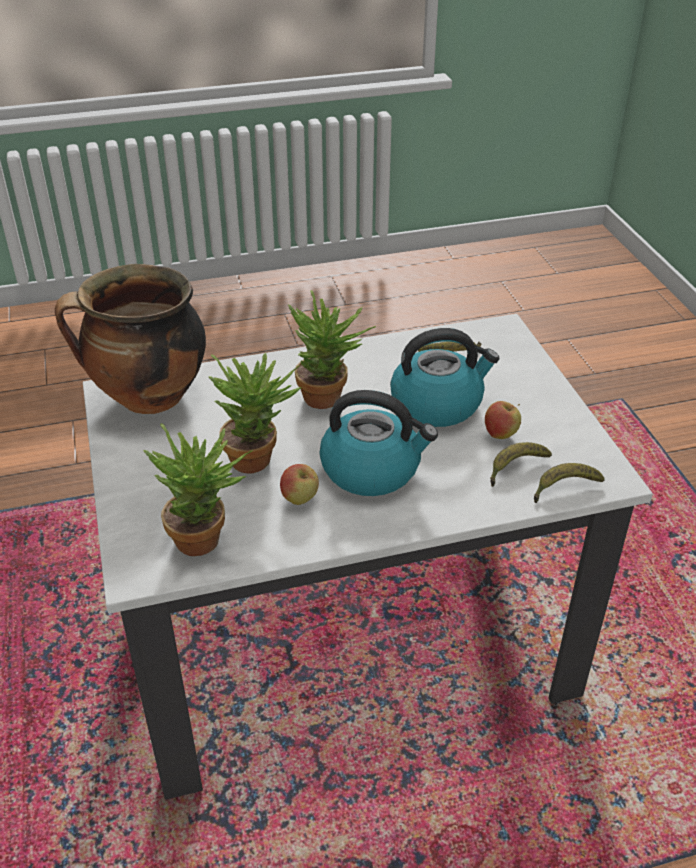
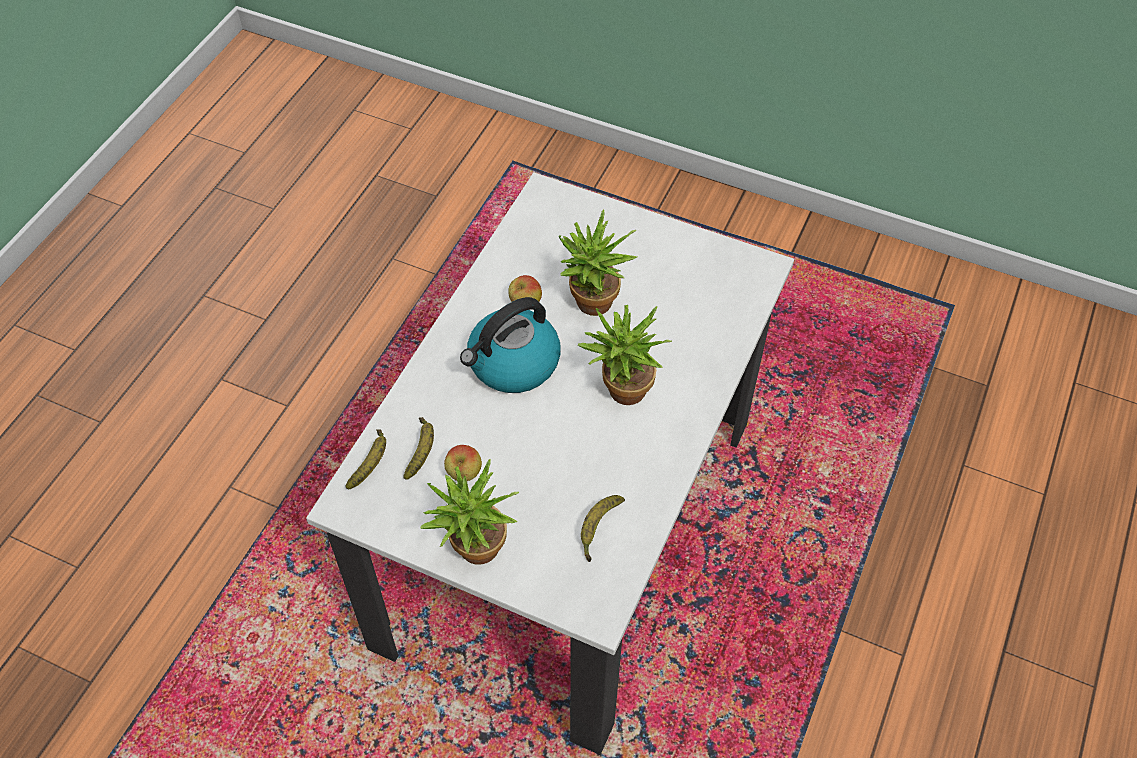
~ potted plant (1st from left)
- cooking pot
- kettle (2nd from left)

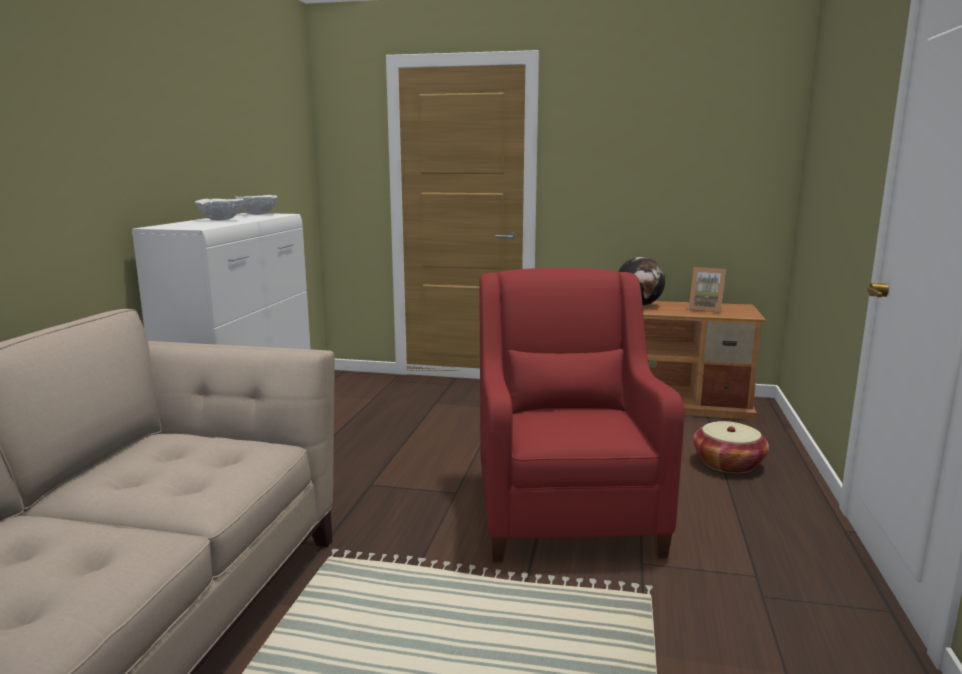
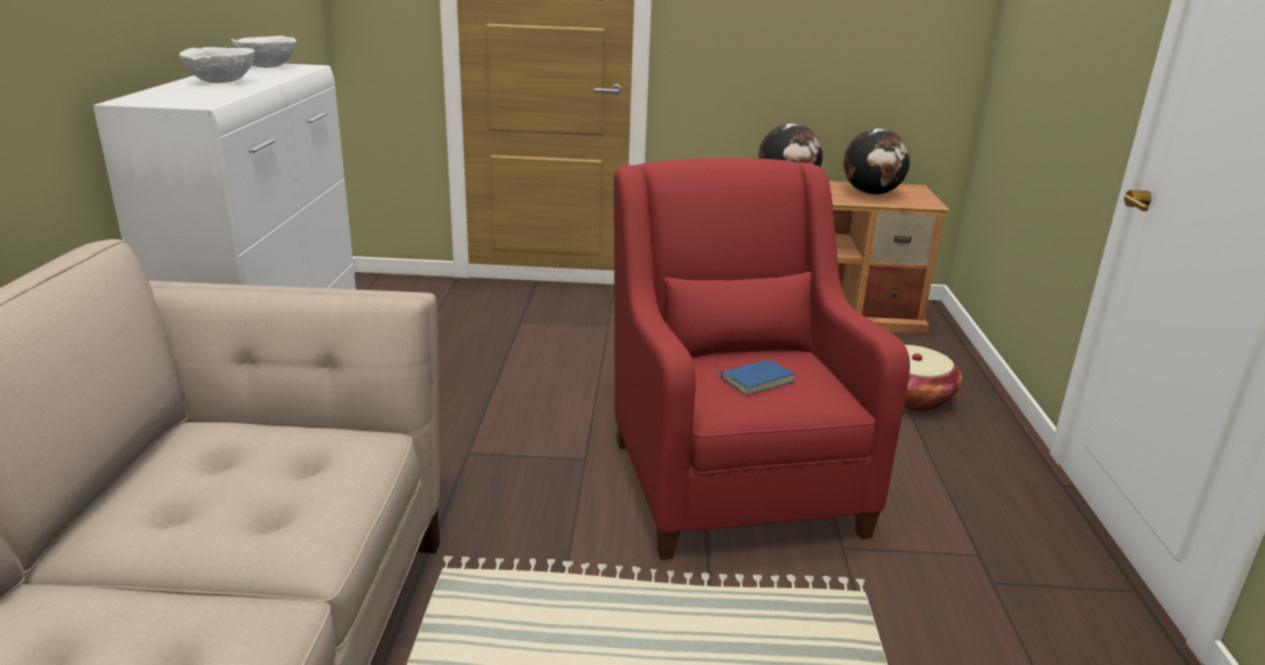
+ blue book
~ picture frame to globe (2nd from left)

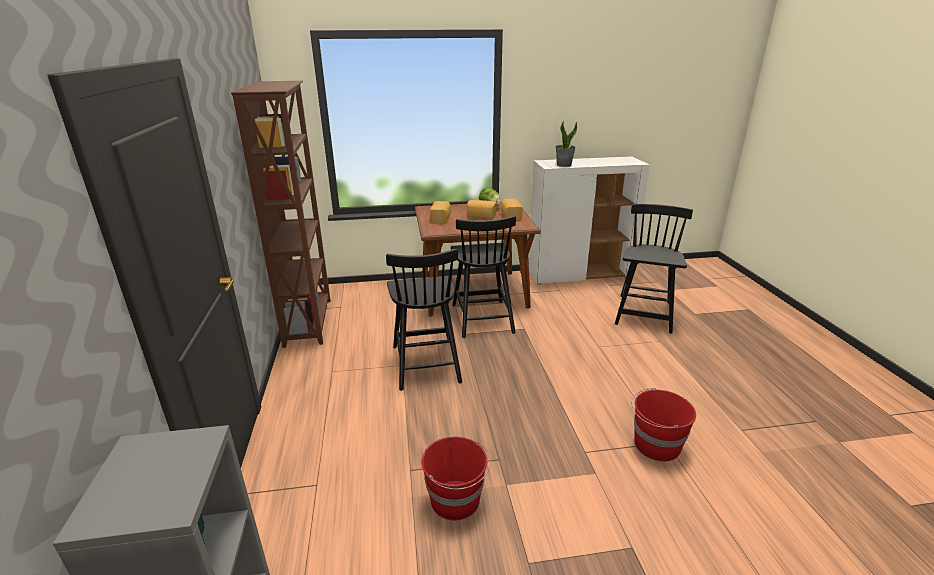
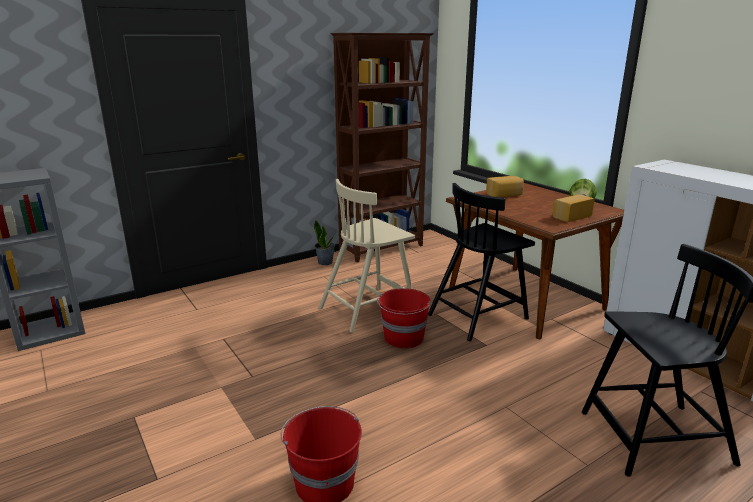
~ potted plant
~ black chair (1st from left) to beige chair
~ red bucket (1st from left in the first image) to red bucket (2nd from left)
- bread (2nd from left)

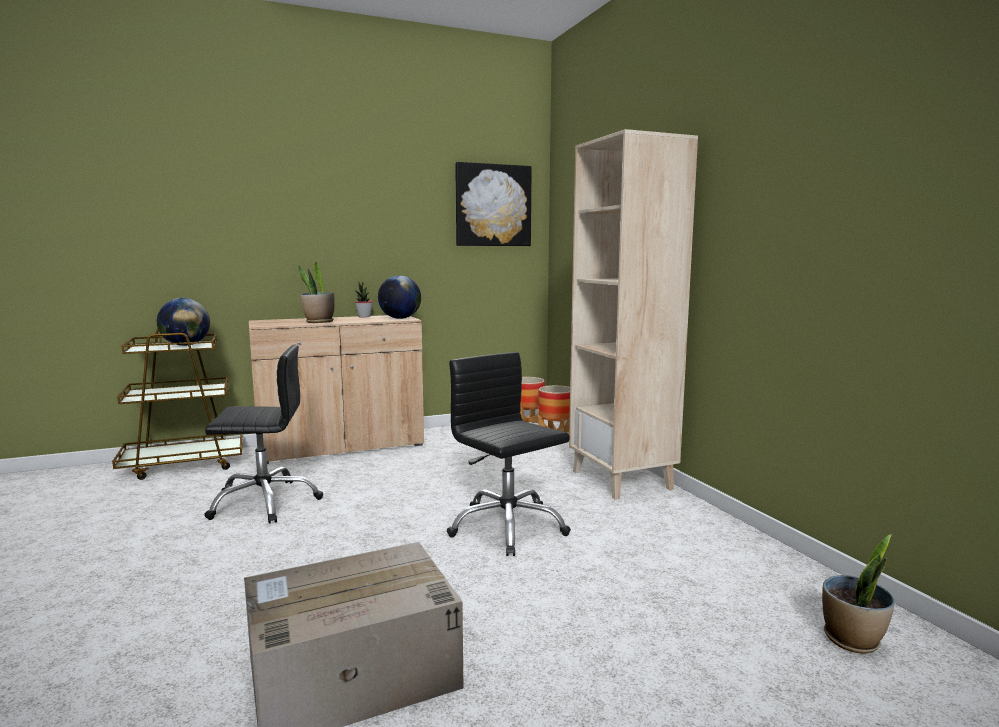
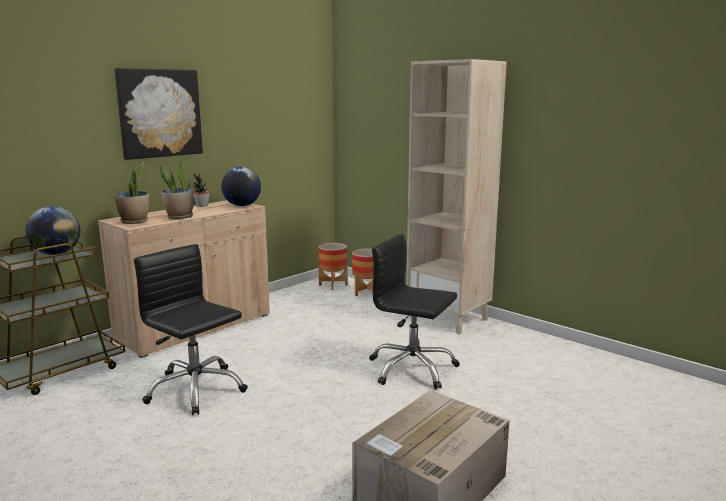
~ potted plant (3rd from left in the first image) to potted plant (1st from left)
~ picture
~ black office chair (1st from left) 105 degrees counterclockwise

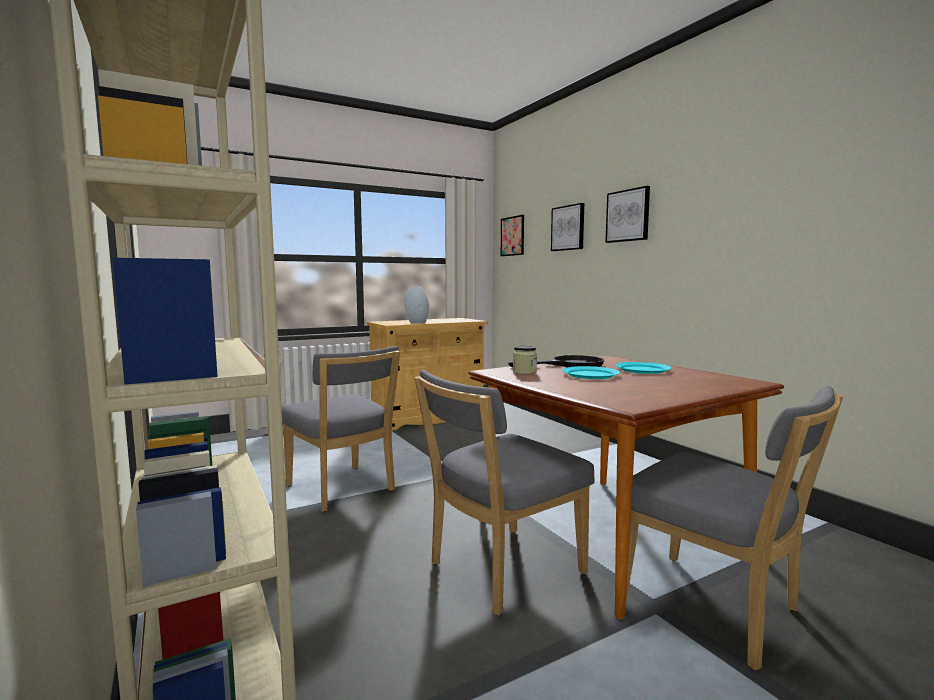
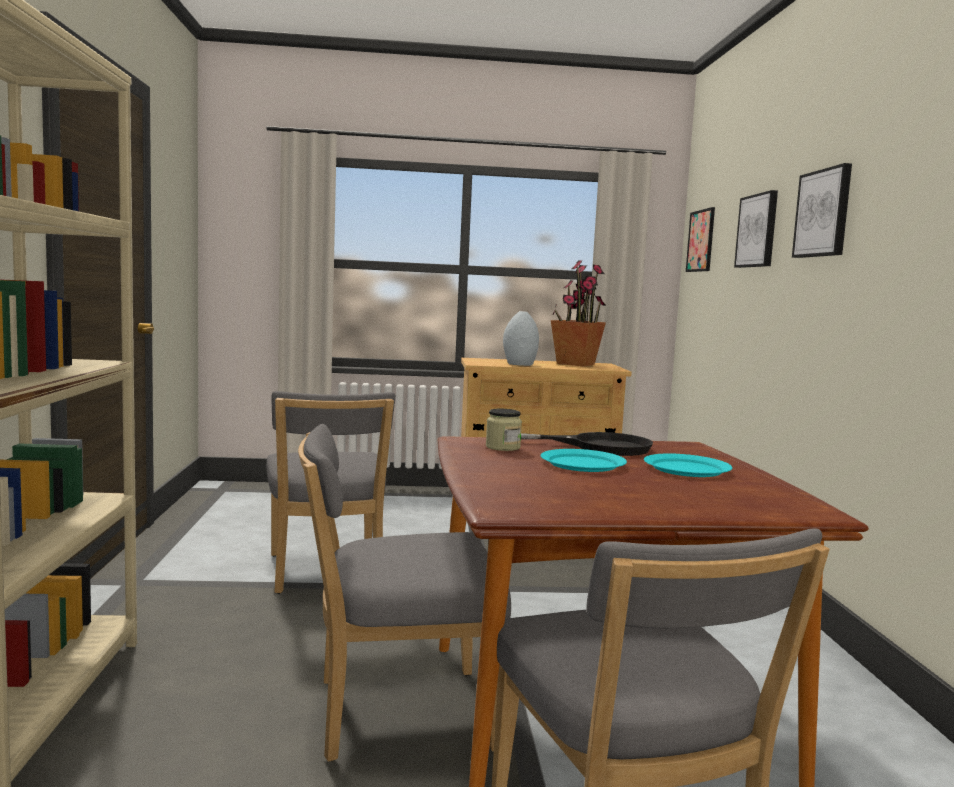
+ potted plant

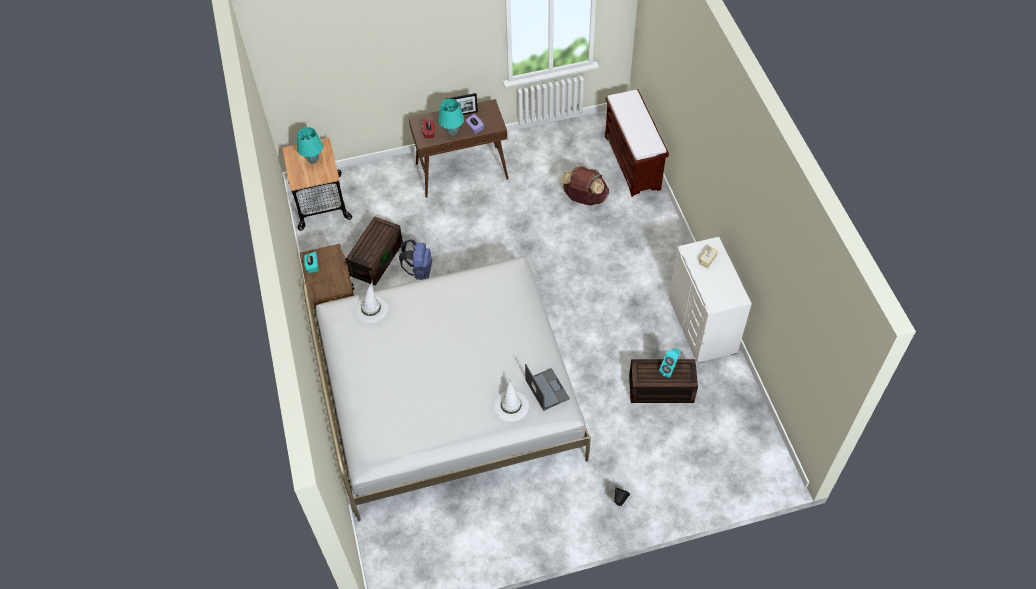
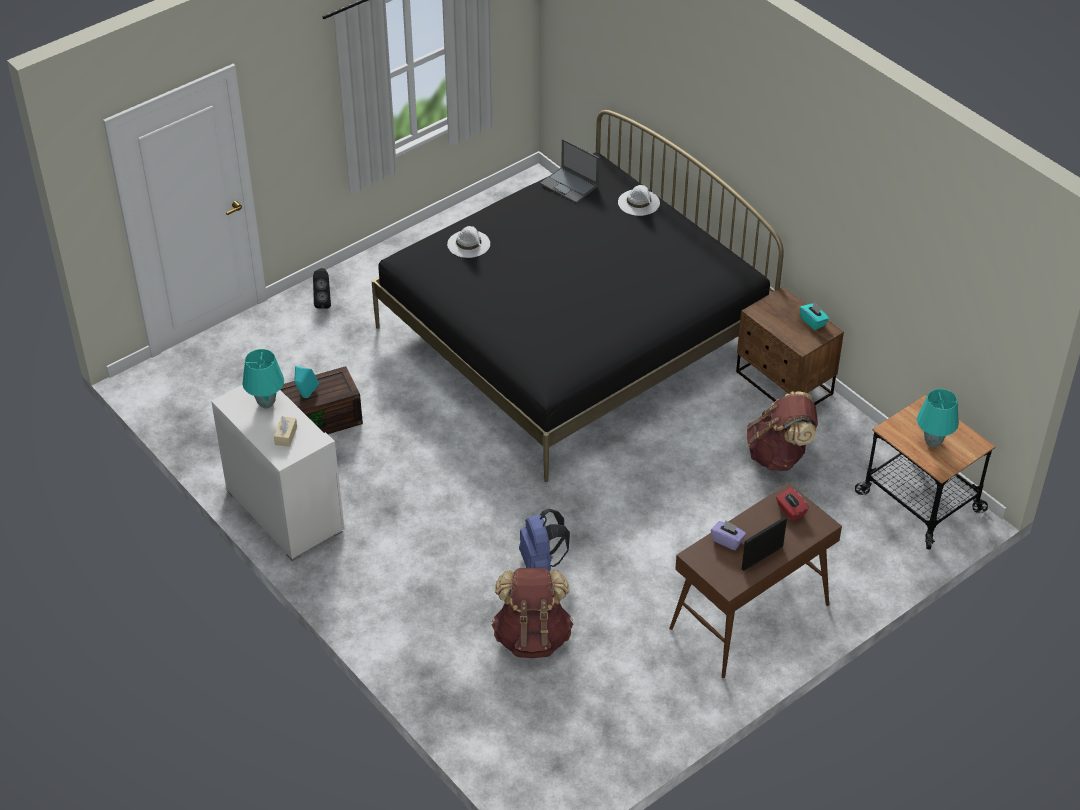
~ turquoise table lamp (2nd from left in the first image) to turquoise table lamp (1st from left)
~ white bed to black bed
~ blue backpack
~ laptop
~ white hat (1st from left in the first image) to white hat (2nd from left)
~ brown storage box (1st from left) to brown backpack (2nd from left)
- brown bench

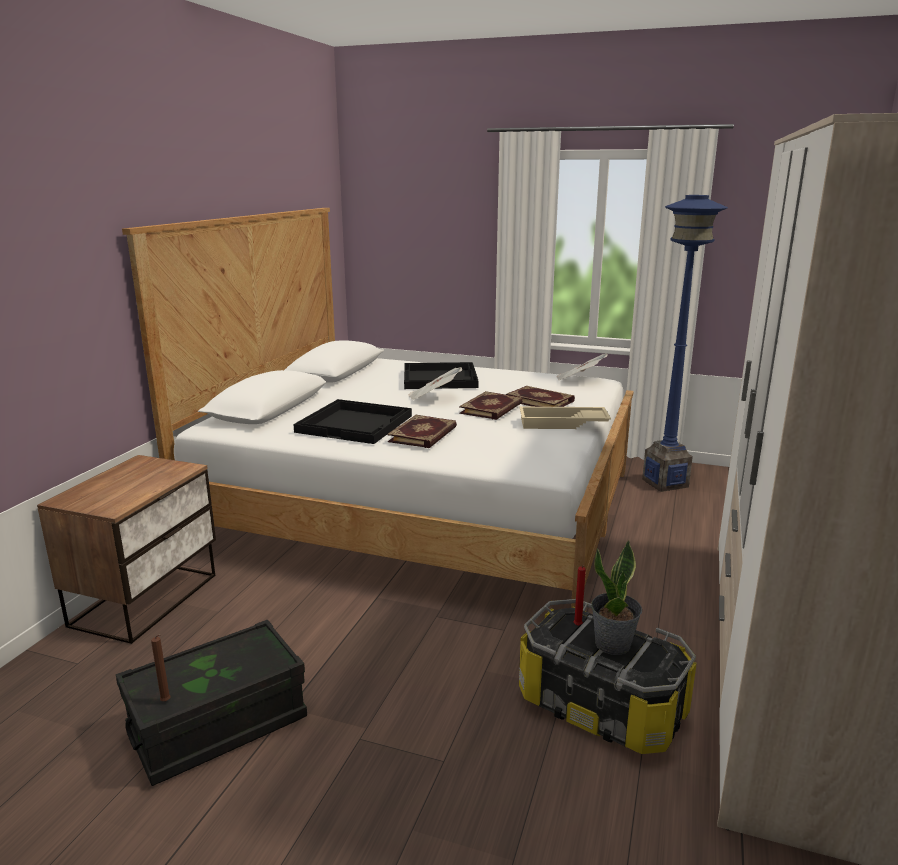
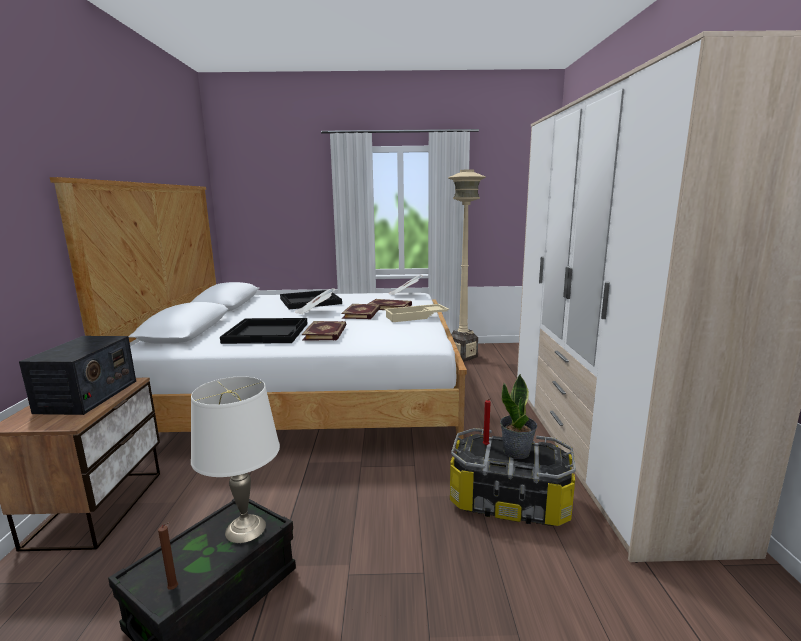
+ radio
+ white table lamp
~ blue floor lamp to beige floor lamp

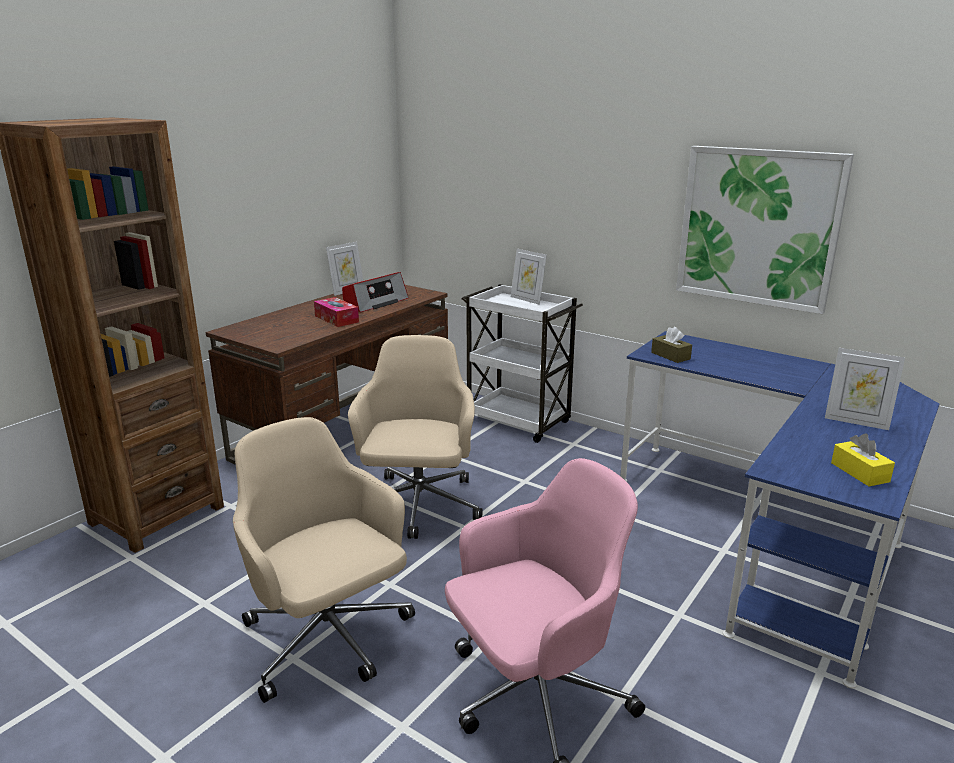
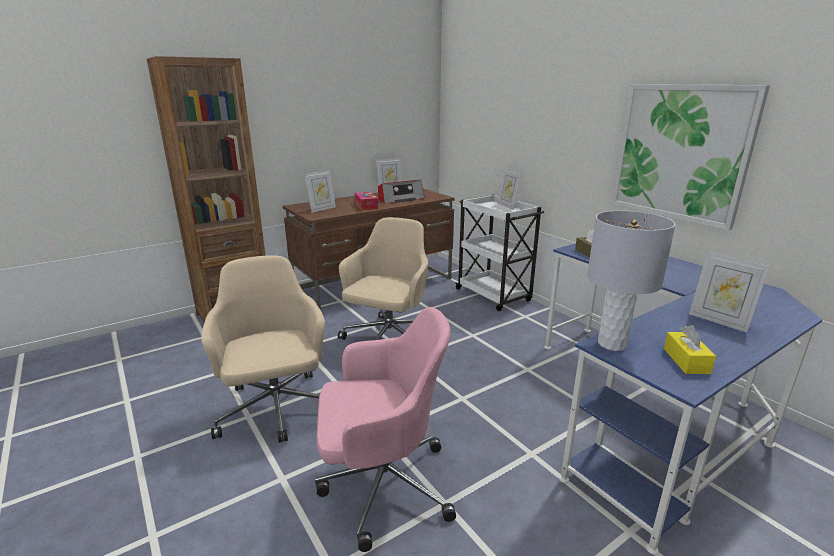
+ picture frame (1st from left)
+ grey table lamp

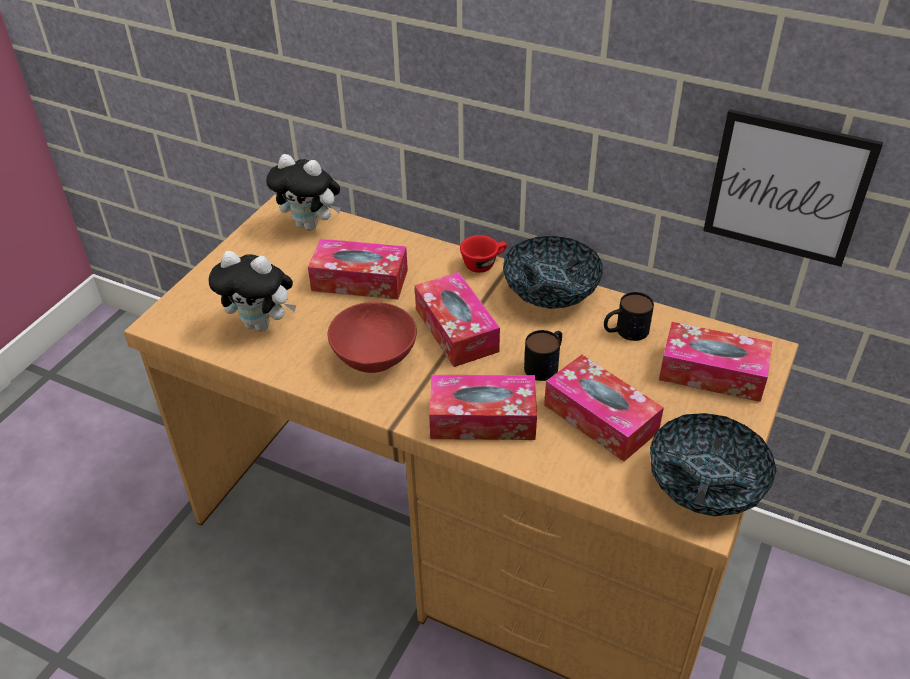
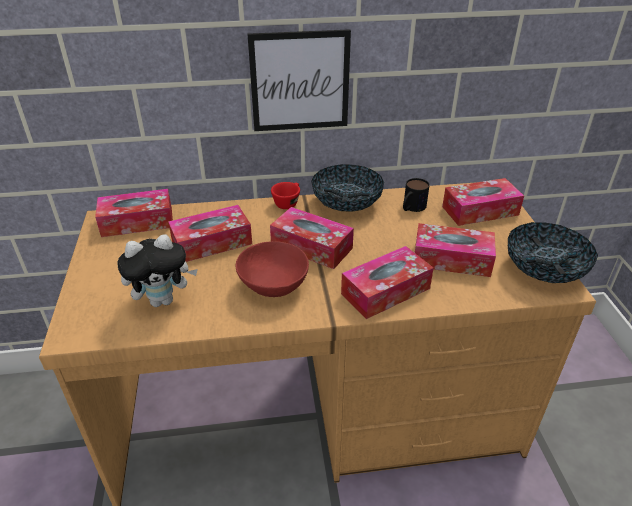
~ plush toy (2nd from left) to tissue box (1st from left)
~ picture
- mug (1st from left)

